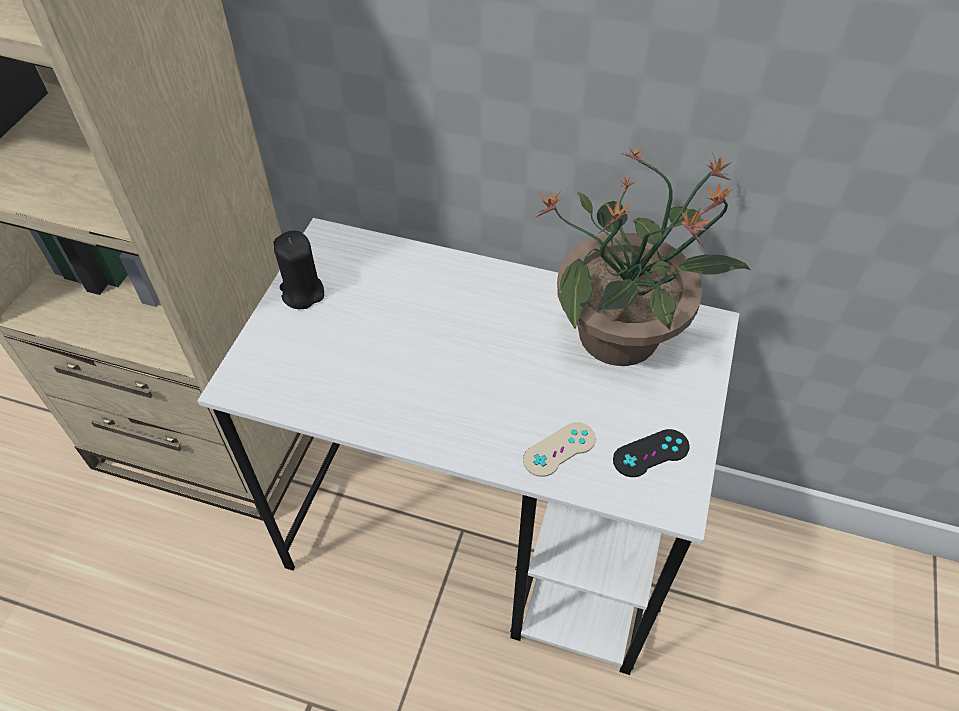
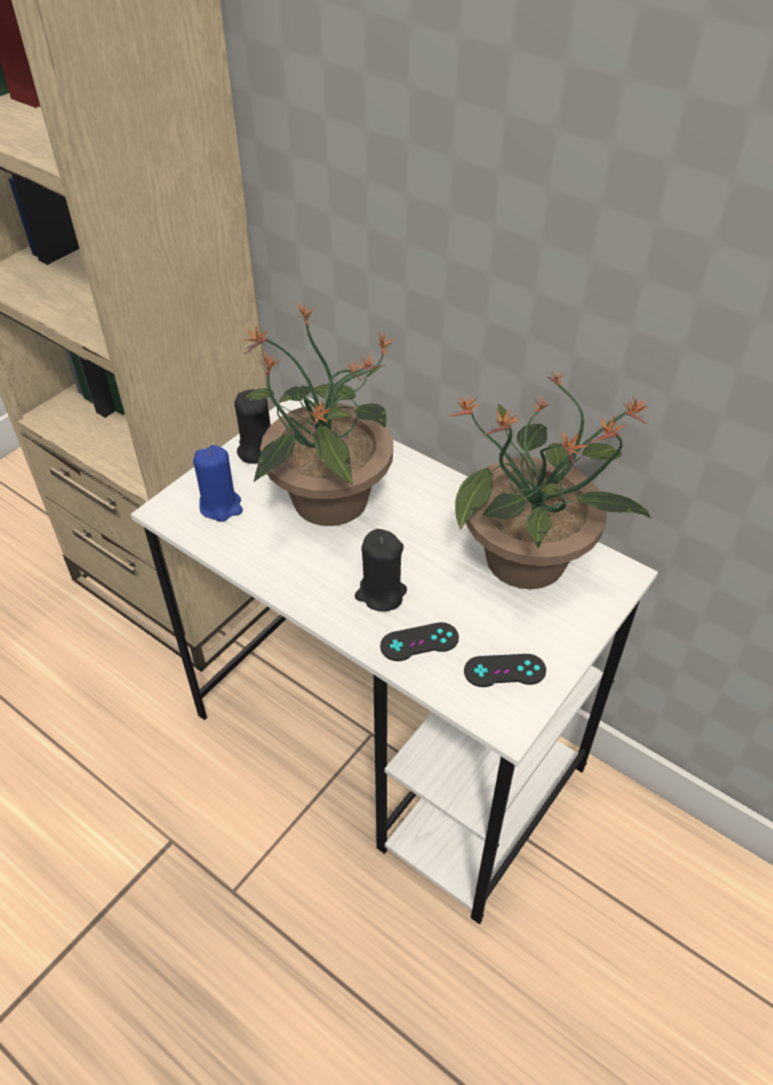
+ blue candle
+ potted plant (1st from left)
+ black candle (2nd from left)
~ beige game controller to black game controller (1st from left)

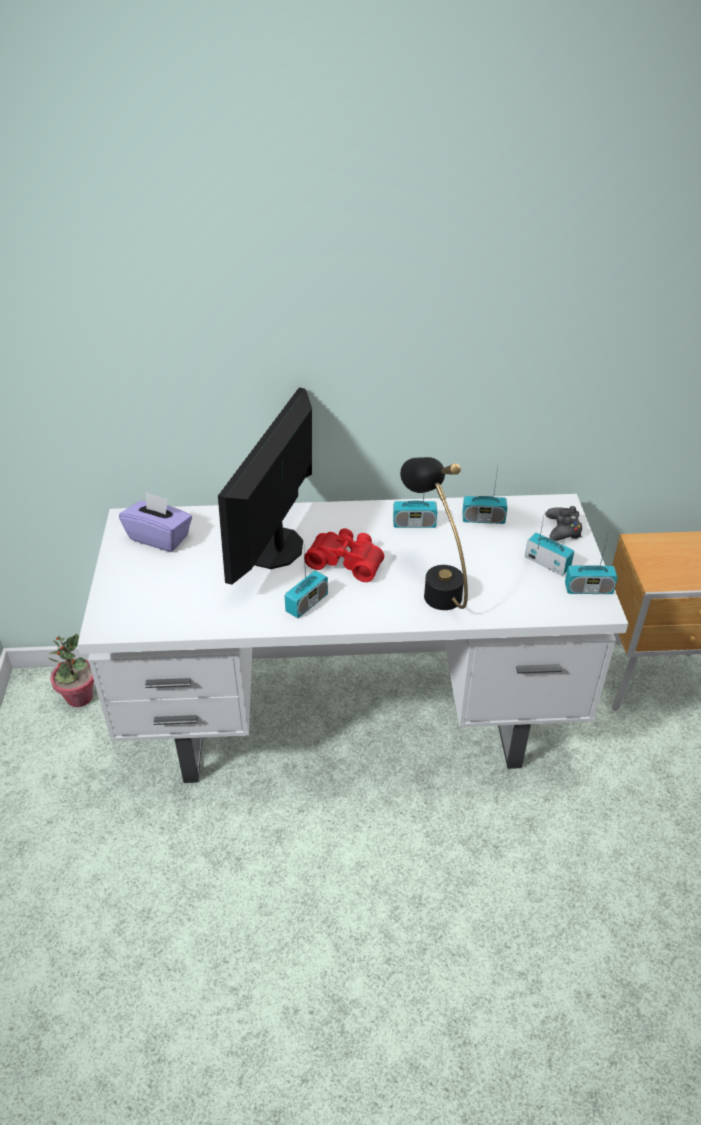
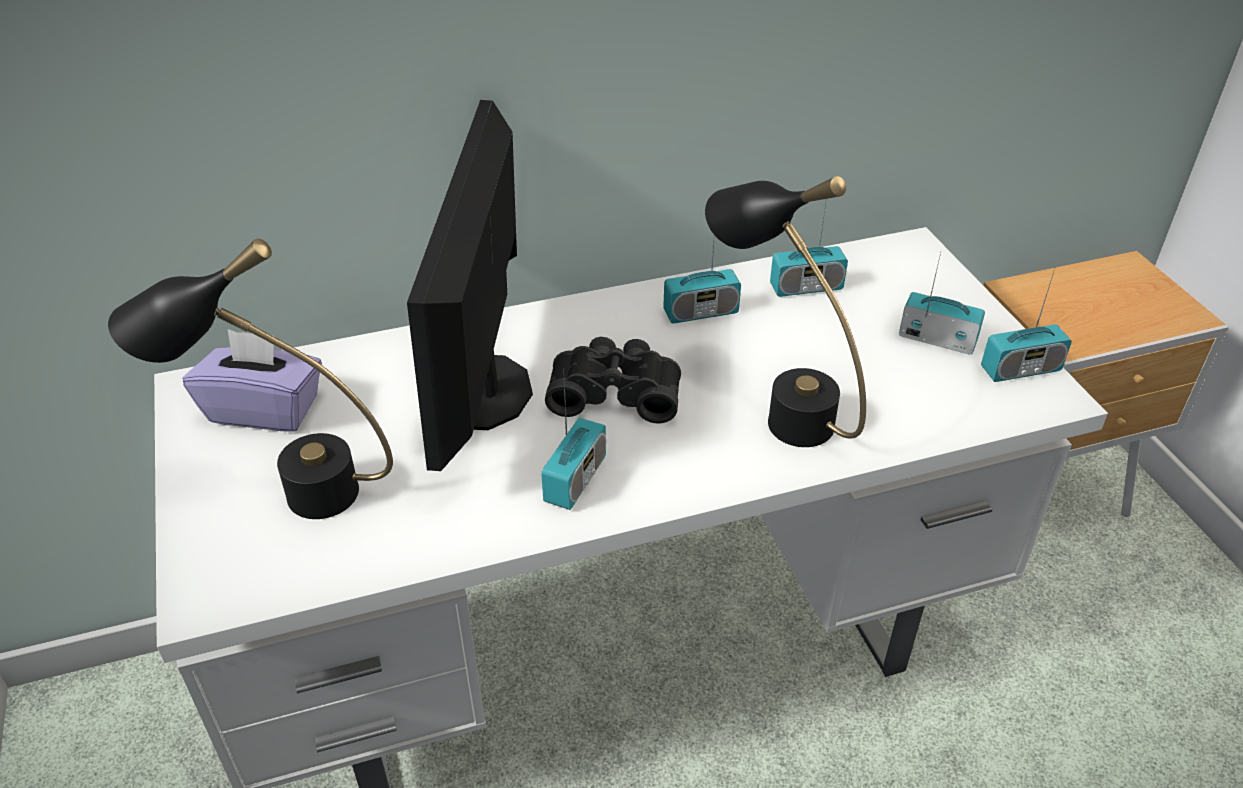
+ black table lamp (1st from left)
~ red binoculars to black binoculars
- potted plant
- black game controller

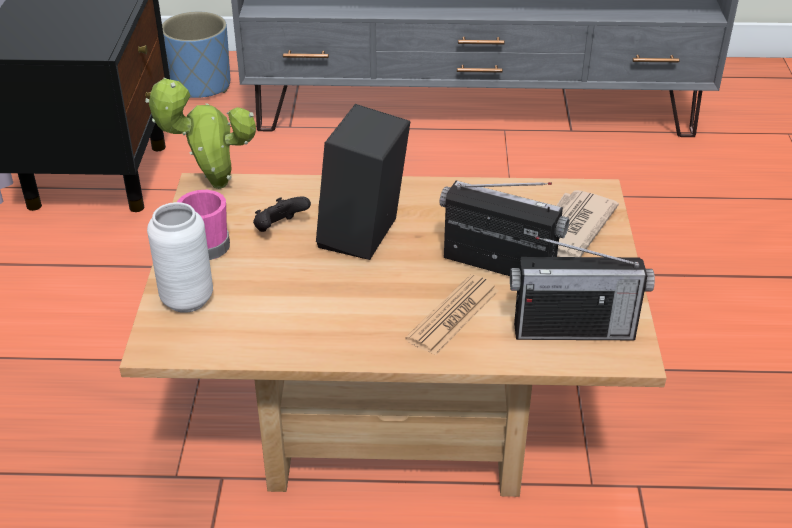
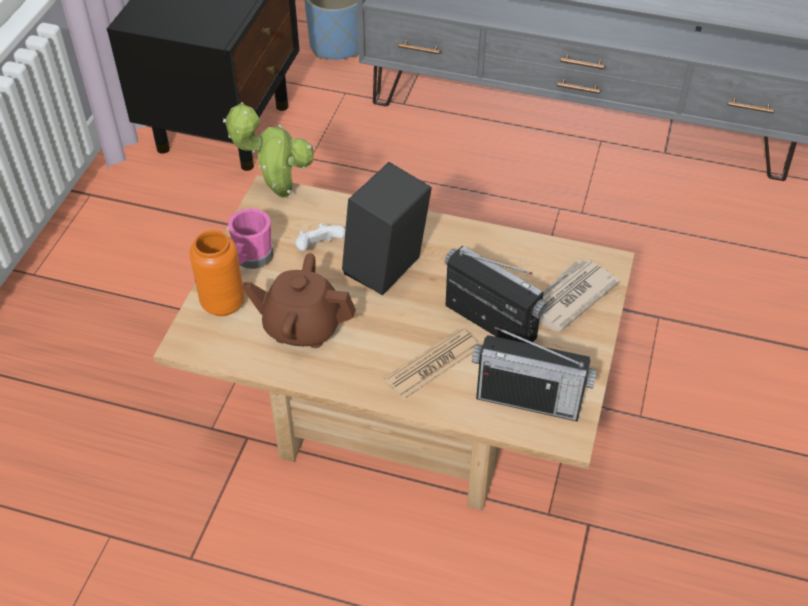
~ white vase to orange vase
+ brown teapot
~ black game controller to white game controller

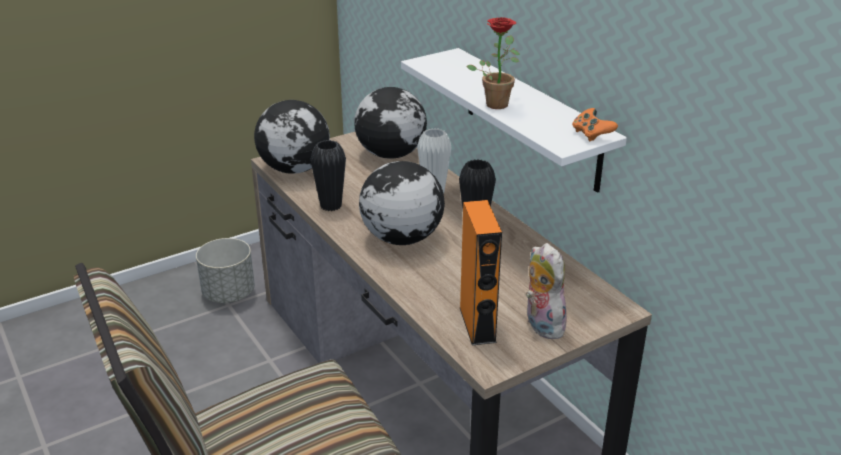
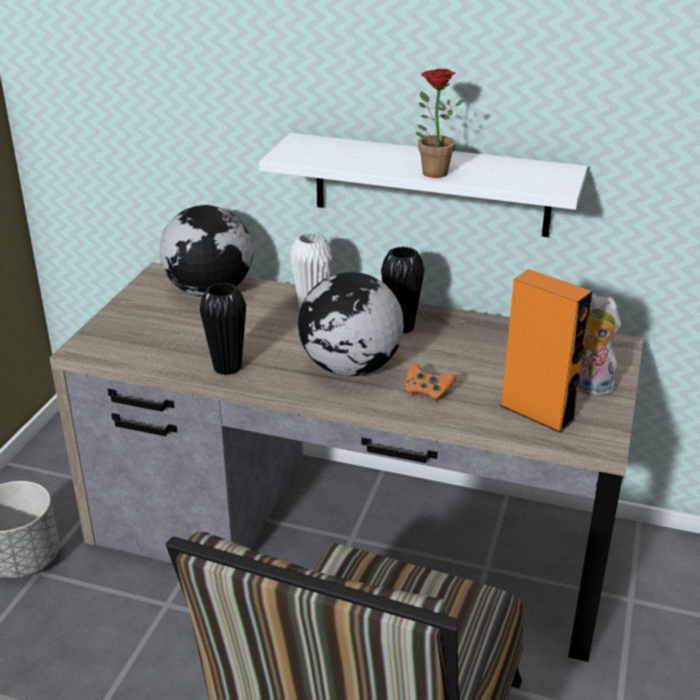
~ orange game controller
- globe (1st from left)

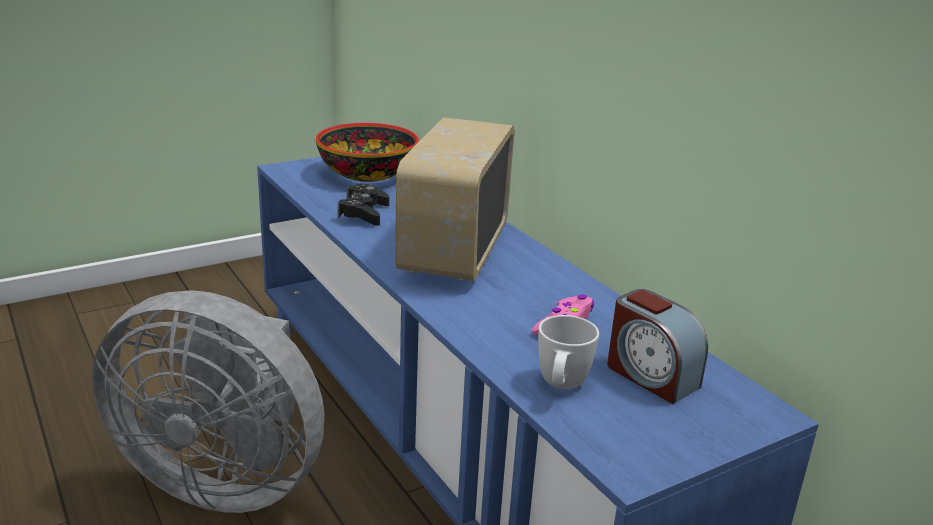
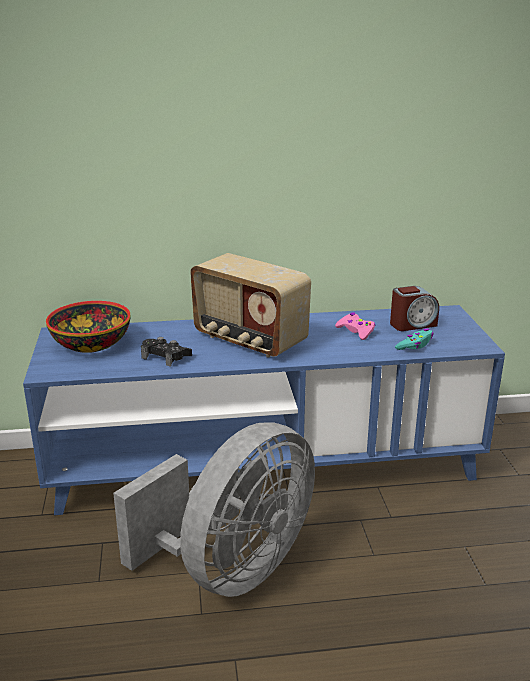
~ white mug to turquoise game controller

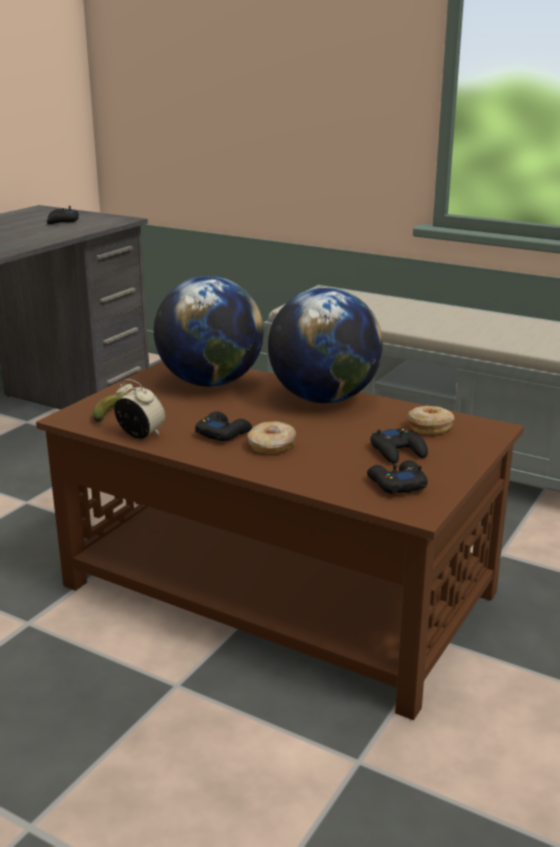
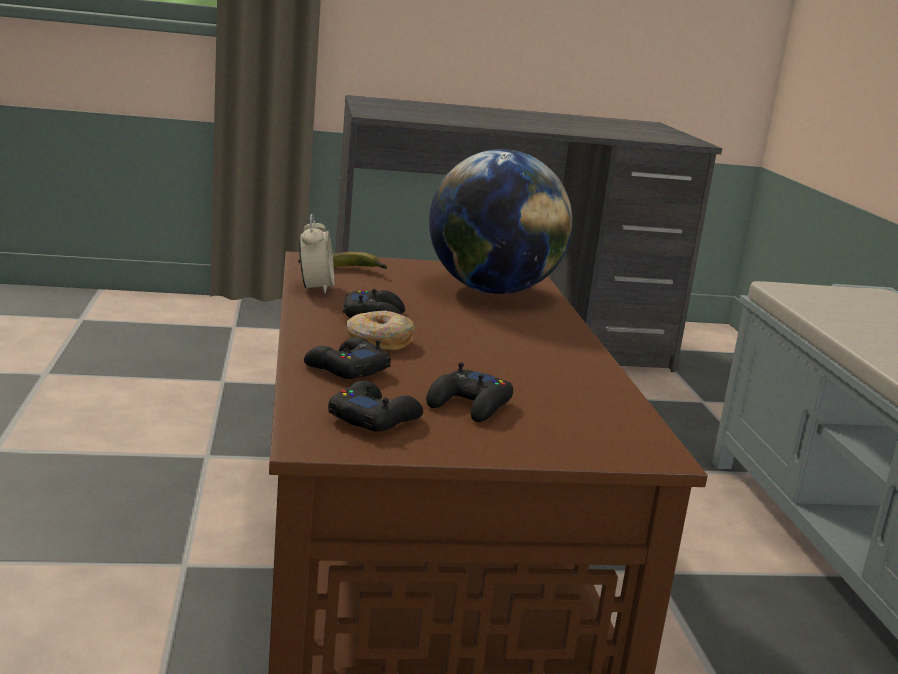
~ black game controller (1st from left)
- globe (2nd from left)
- donut (2nd from left)

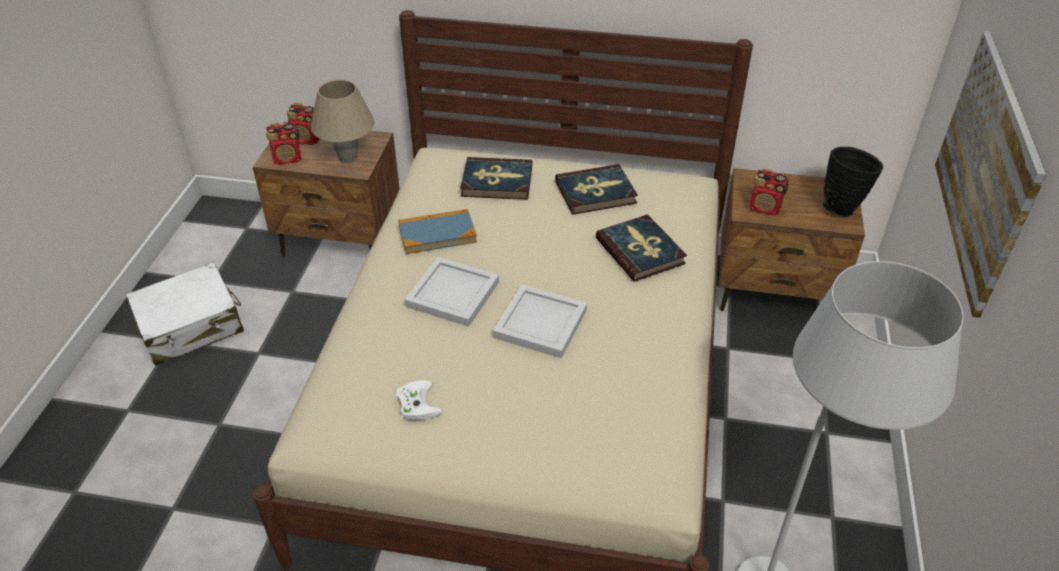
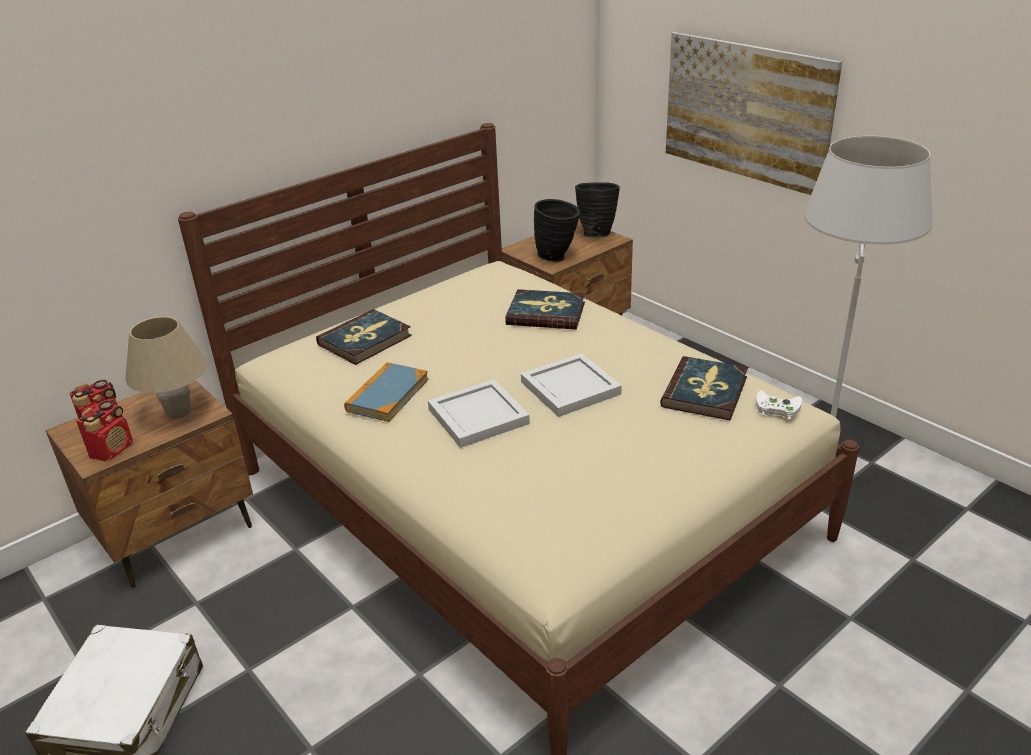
~ radio (3rd from left) to black vase (1st from left)
~ book (3rd from left in the first image) to book (4th from left)
~ white game controller

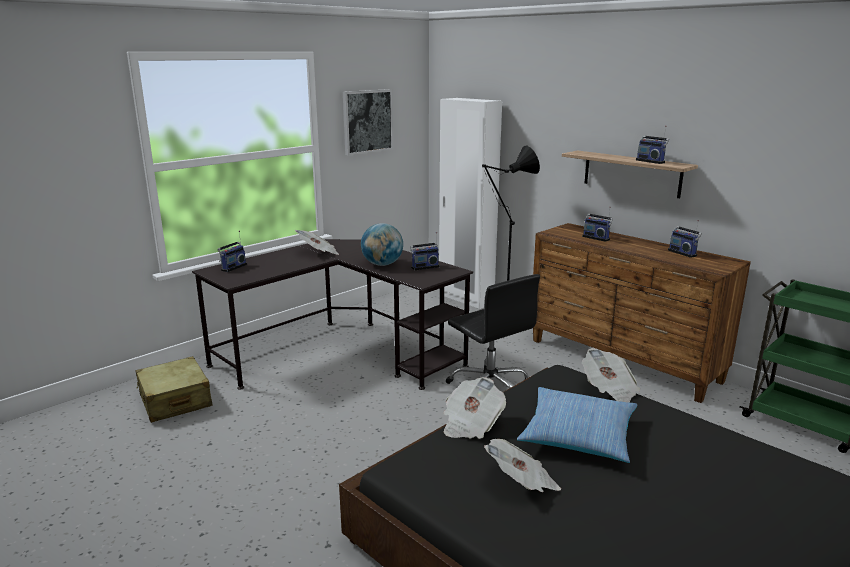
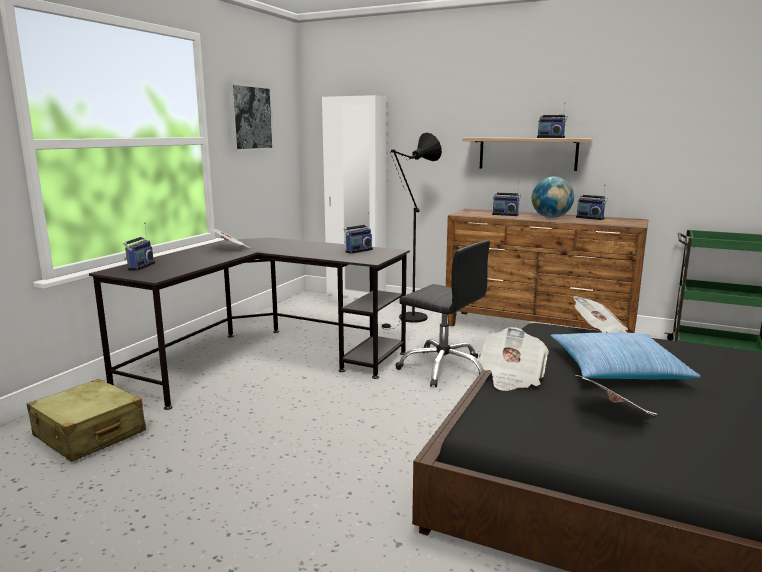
~ globe

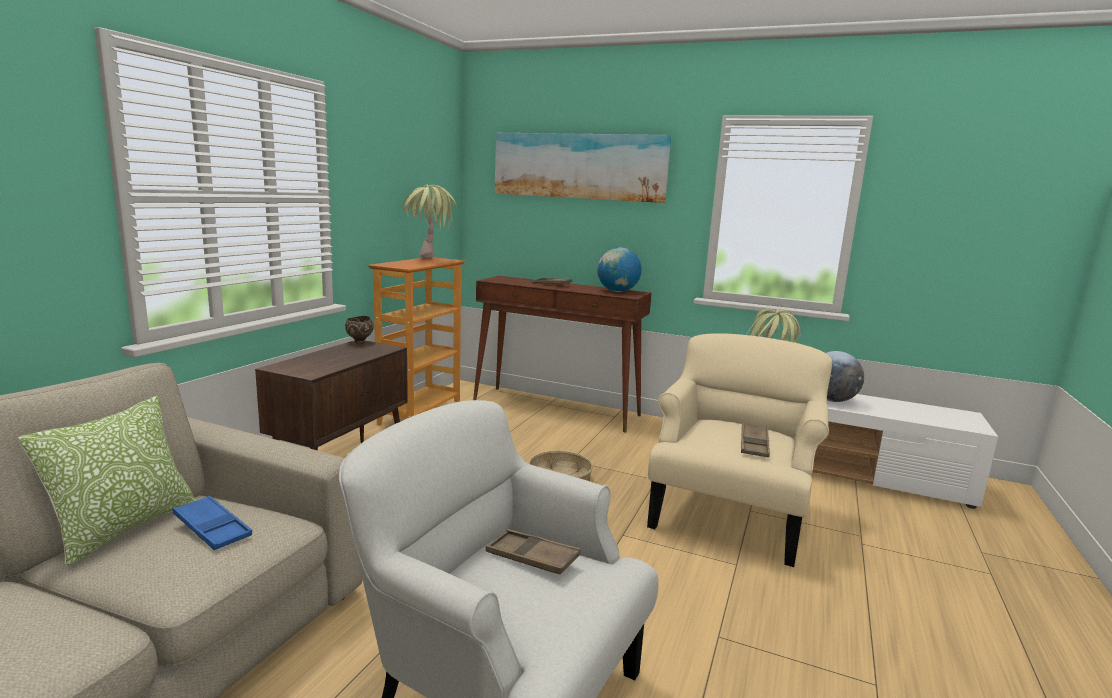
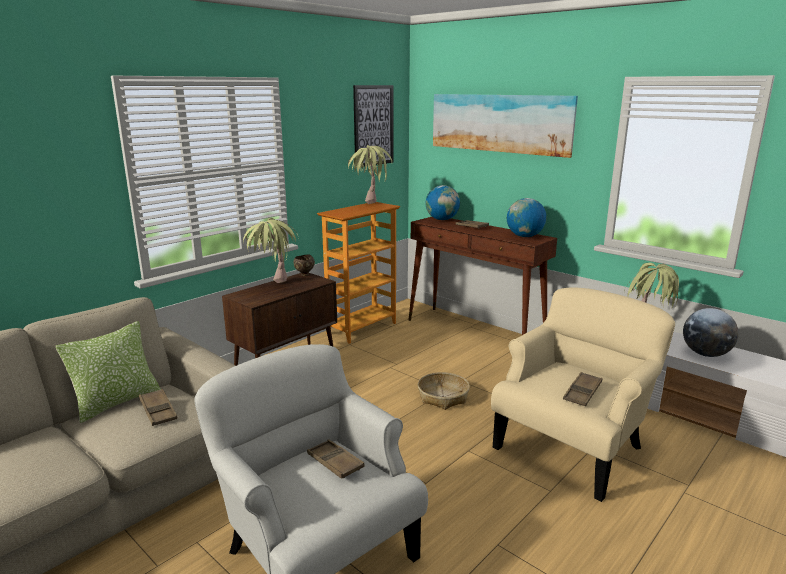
~ blue tray to brown tray (1st from left)
+ potted plant (1st from left)
+ picture (1st from left)
+ globe (1st from left)

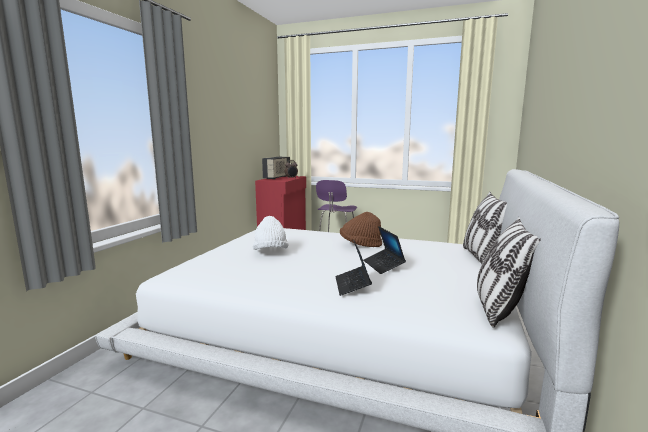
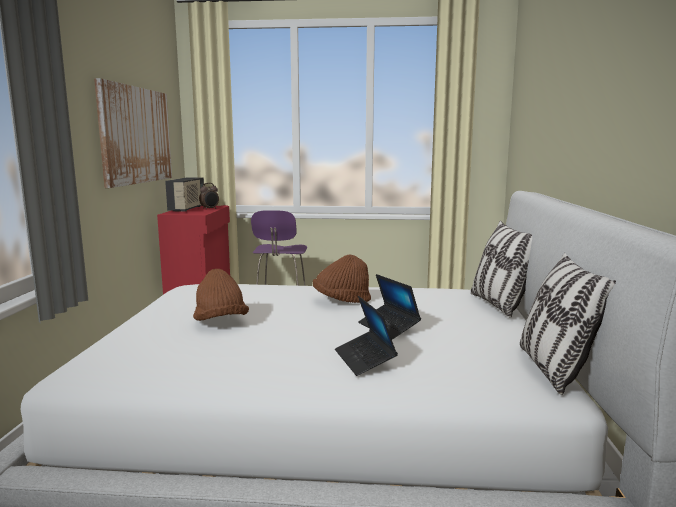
+ picture
~ white hat to brown hat (1st from left)

